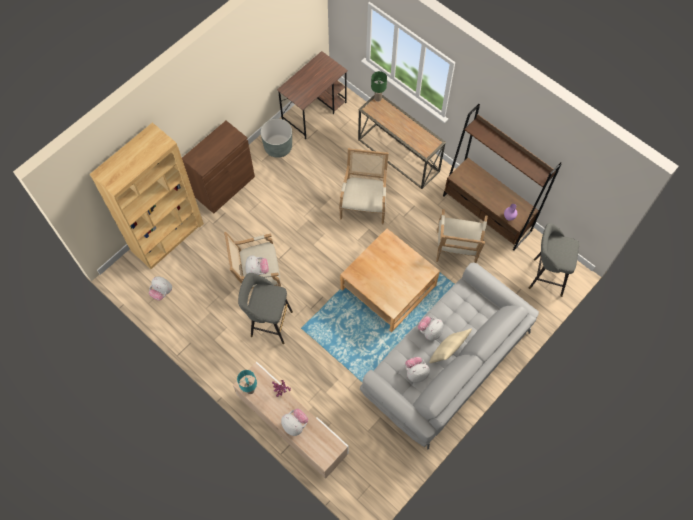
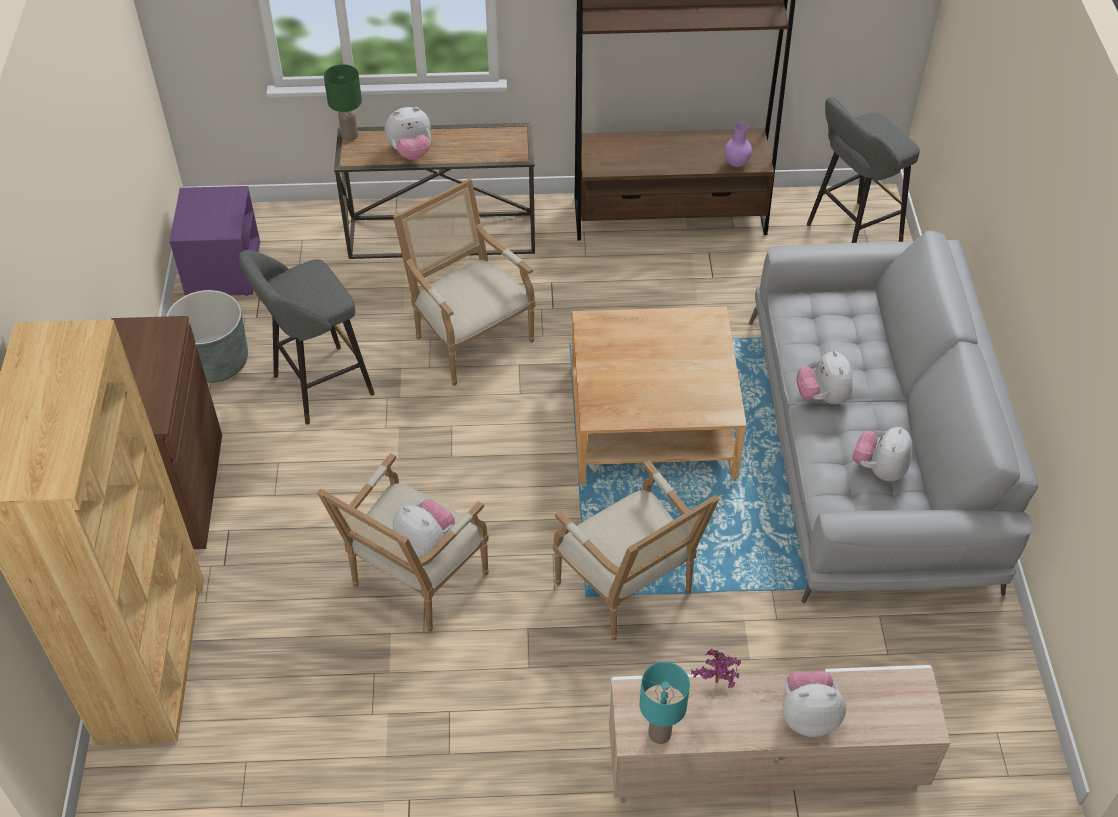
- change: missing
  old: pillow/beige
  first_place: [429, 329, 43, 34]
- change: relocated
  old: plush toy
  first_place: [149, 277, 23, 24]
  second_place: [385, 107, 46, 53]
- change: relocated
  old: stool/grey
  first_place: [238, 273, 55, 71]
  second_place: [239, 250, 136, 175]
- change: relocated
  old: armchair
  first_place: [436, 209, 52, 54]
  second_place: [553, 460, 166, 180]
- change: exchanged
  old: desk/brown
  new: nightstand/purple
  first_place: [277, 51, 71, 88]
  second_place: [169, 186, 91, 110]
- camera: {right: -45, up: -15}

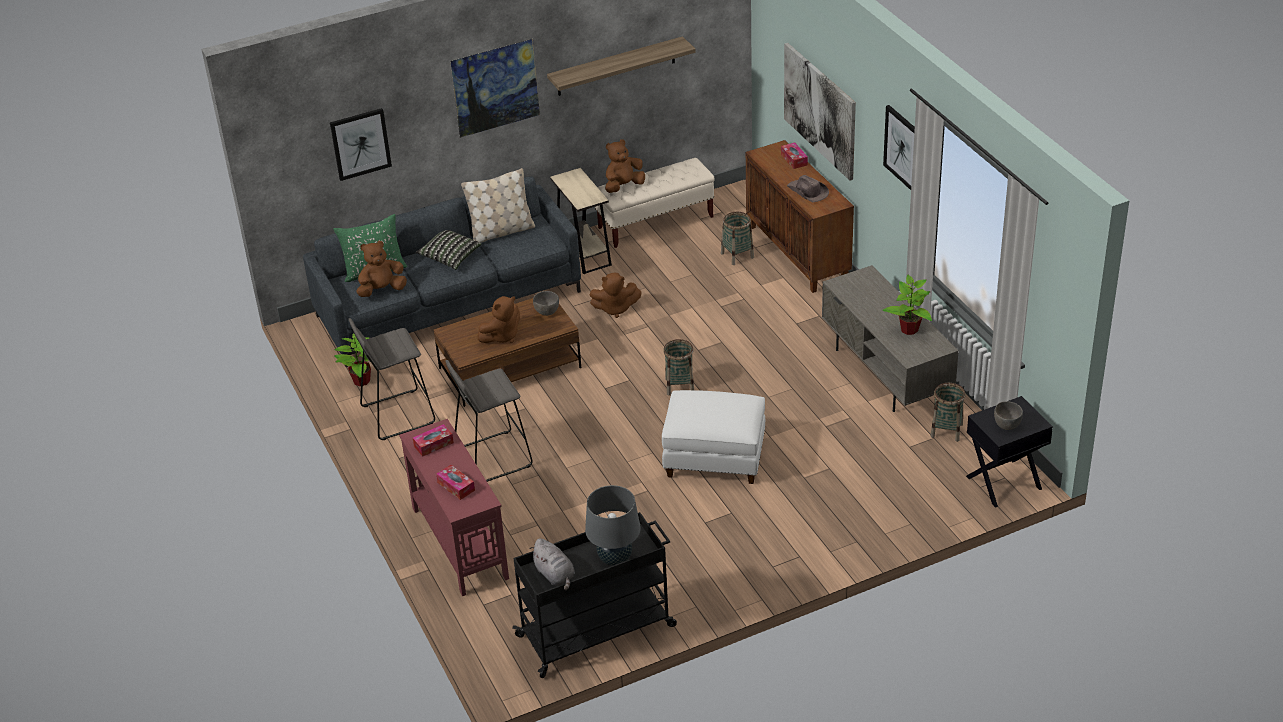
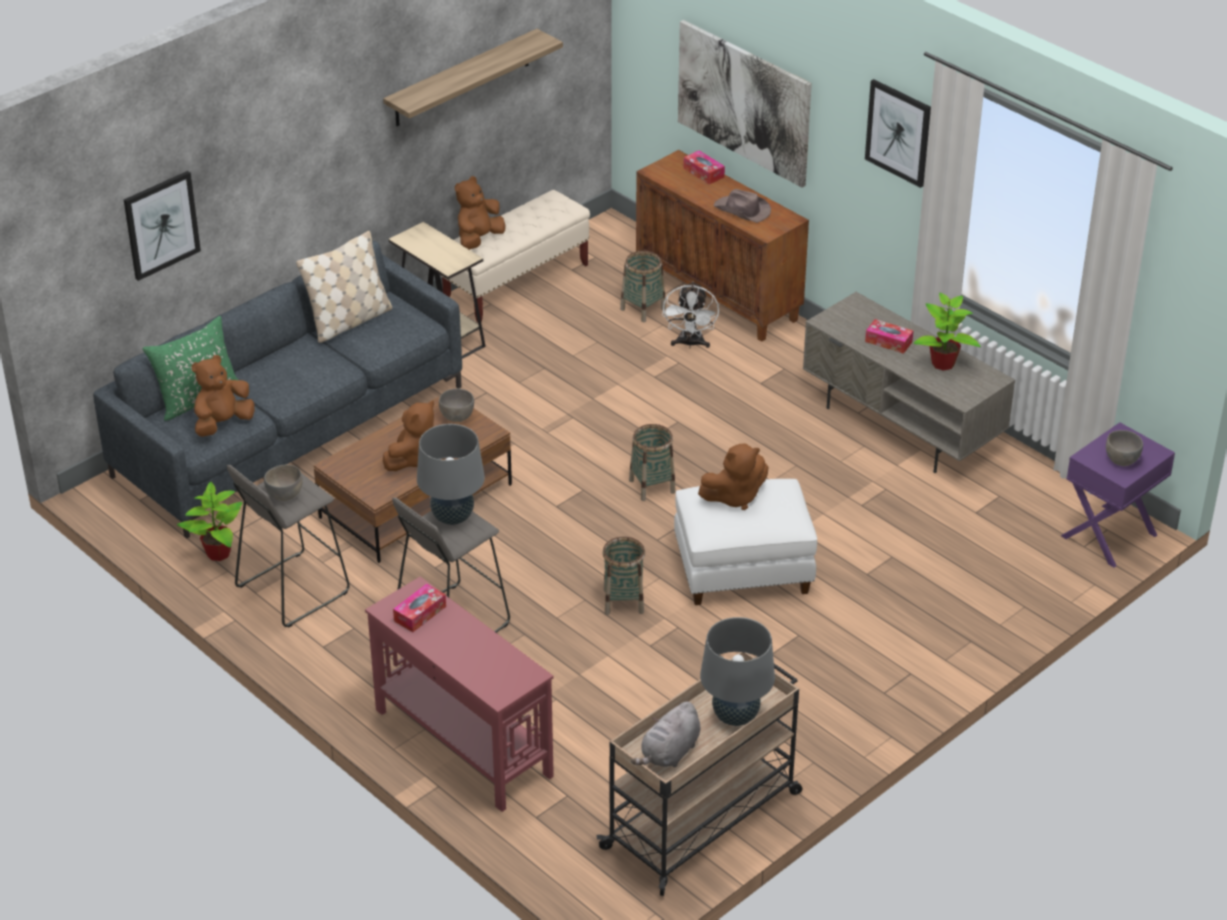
- change: missing
  old: pillow
  first_place: [416, 230, 65, 40]
- change: missing
  old: picture
  first_place: [450, 39, 90, 99]
- change: appeared
  new: bowl/grey
  second_place: [264, 465, 39, 36]
- change: appeared
  new: table lamp/grey
  second_place: [417, 424, 68, 101]
- change: appeared
  new: fan/white
  second_place: [662, 281, 57, 67]
- change: relocated
  old: tissue box
  first_place: [436, 465, 39, 35]
  second_place: [865, 319, 48, 35]
- change: relocated
  old: plush toy/brown
  first_place: [590, 273, 52, 45]
  second_place: [698, 443, 71, 67]
- change: relocated
  old: basket
  first_place: [930, 383, 35, 59]
  second_place: [602, 536, 43, 79]
- change: colour
  old: cart/black
  new: cart/beige
  first_place: [512, 512, 165, 166]
  second_place: [597, 652, 205, 244]
- change: colour
  old: nightstand/black
  new: nightstand/purple
  first_place: [966, 396, 87, 112]
  second_place: [1061, 422, 114, 146]
- change: spun
  old: plush toy/grey
  first_place: [530, 538, 45, 52]
  second_place: [631, 702, 69, 65]
  degrees: 90
- camera: {right: -20, up: 0}

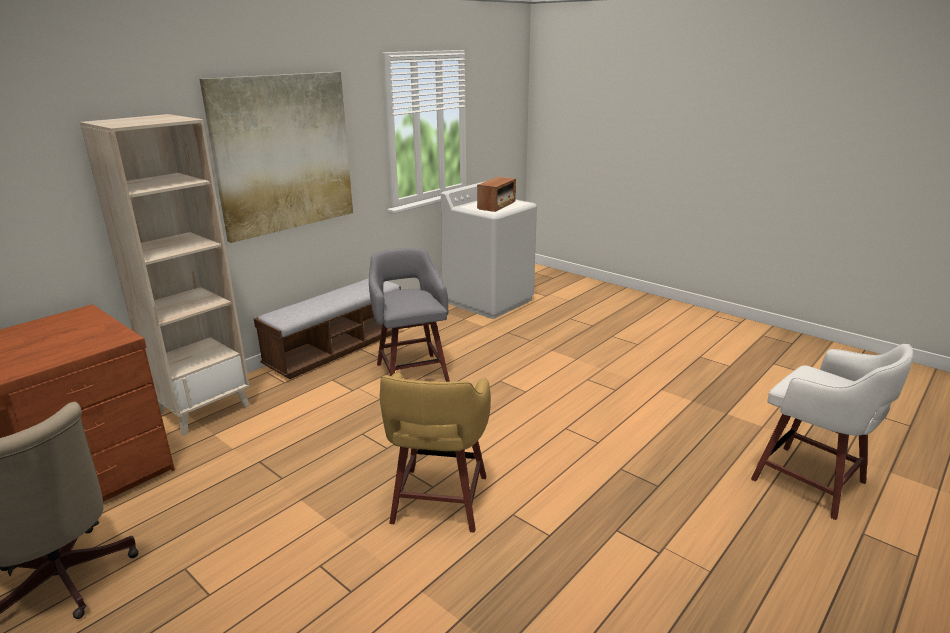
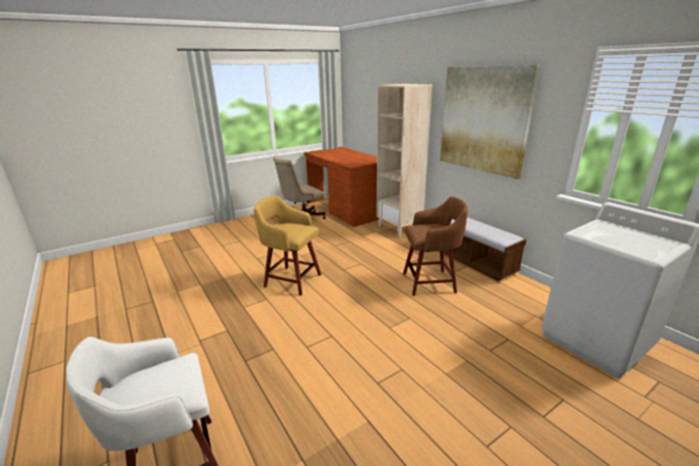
- change: missing
  old: radio
  first_place: [477, 177, 39, 35]
- change: colour
  old: stool/grey
  new: stool/brown
  first_place: [369, 248, 81, 134]
  second_place: [403, 197, 65, 99]
- camera: {right: 105, up: 0}

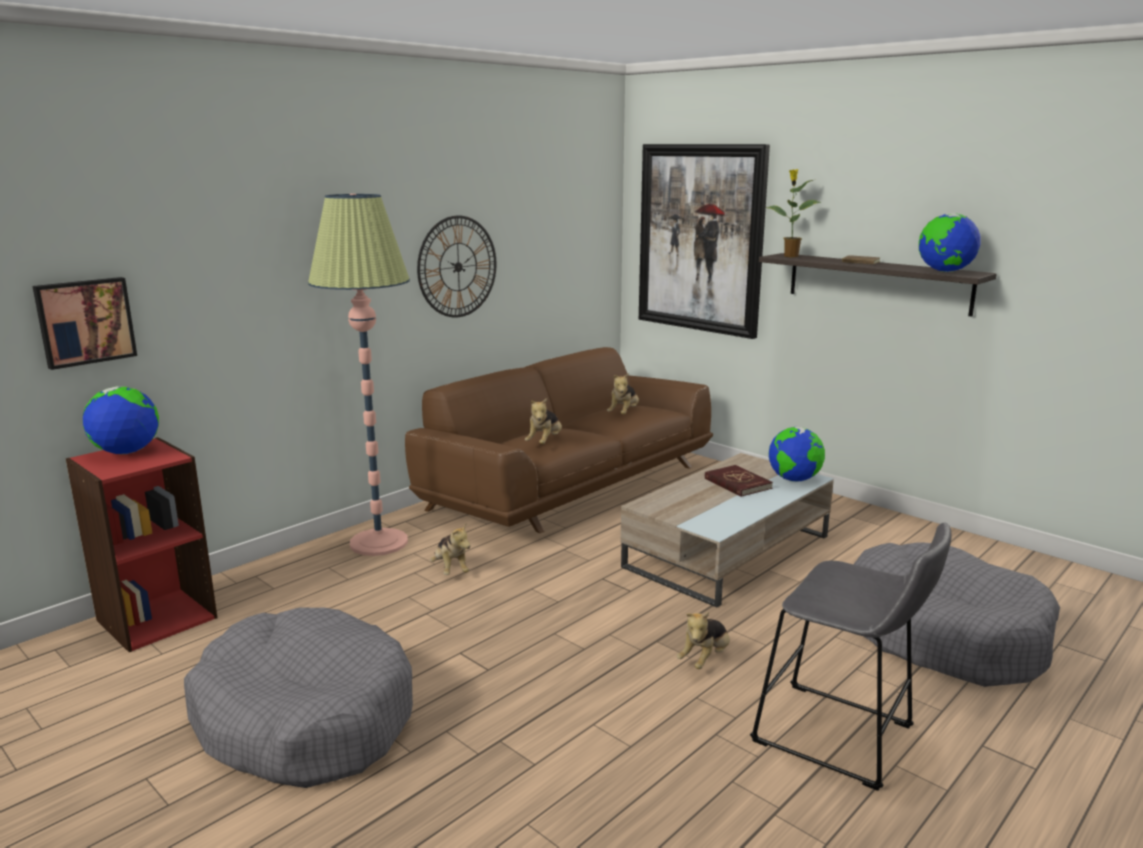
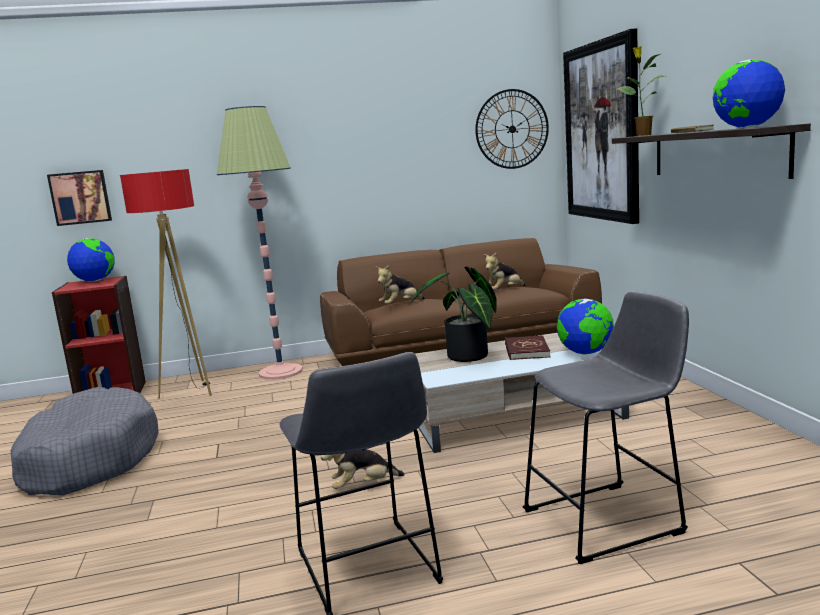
- change: missing
  old: plush toy
  first_place: [430, 523, 41, 52]
- change: appeared
  new: floor lamp
  second_place: [120, 169, 92, 229]
- change: appeared
  new: potted plant
  second_place: [411, 266, 86, 96]
- change: relocated
  old: wall clock
  first_place: [417, 216, 79, 101]
  second_place: [475, 89, 74, 80]
- change: exchanged
  old: dog bed/grey
  new: stool/grey
  first_place: [853, 542, 207, 145]
  second_place: [523, 291, 166, 273]
- camera: {right: 35, up: -5}

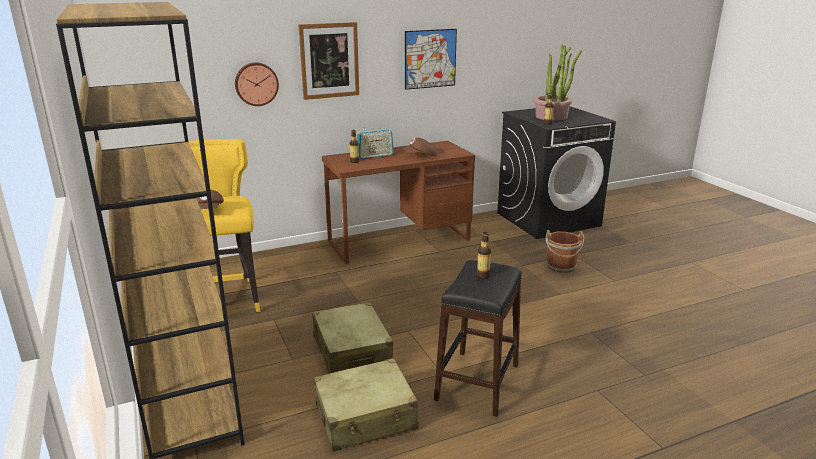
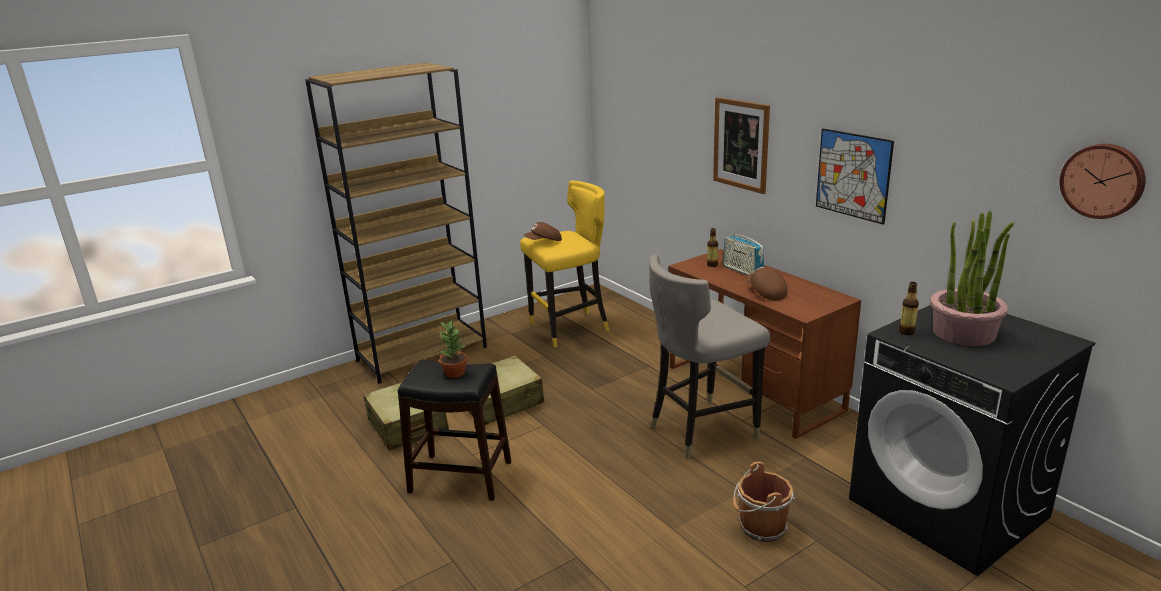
- change: appeared
  new: stool/grey
  second_place: [649, 255, 121, 204]
- change: relocated
  old: wall clock
  first_place: [235, 62, 44, 44]
  second_place: [1059, 144, 87, 75]
- change: exchanged
  old: bottle
  new: potted plant
  first_place: [477, 232, 14, 47]
  second_place: [439, 320, 28, 58]
- camera: {right: 80, up: 0}

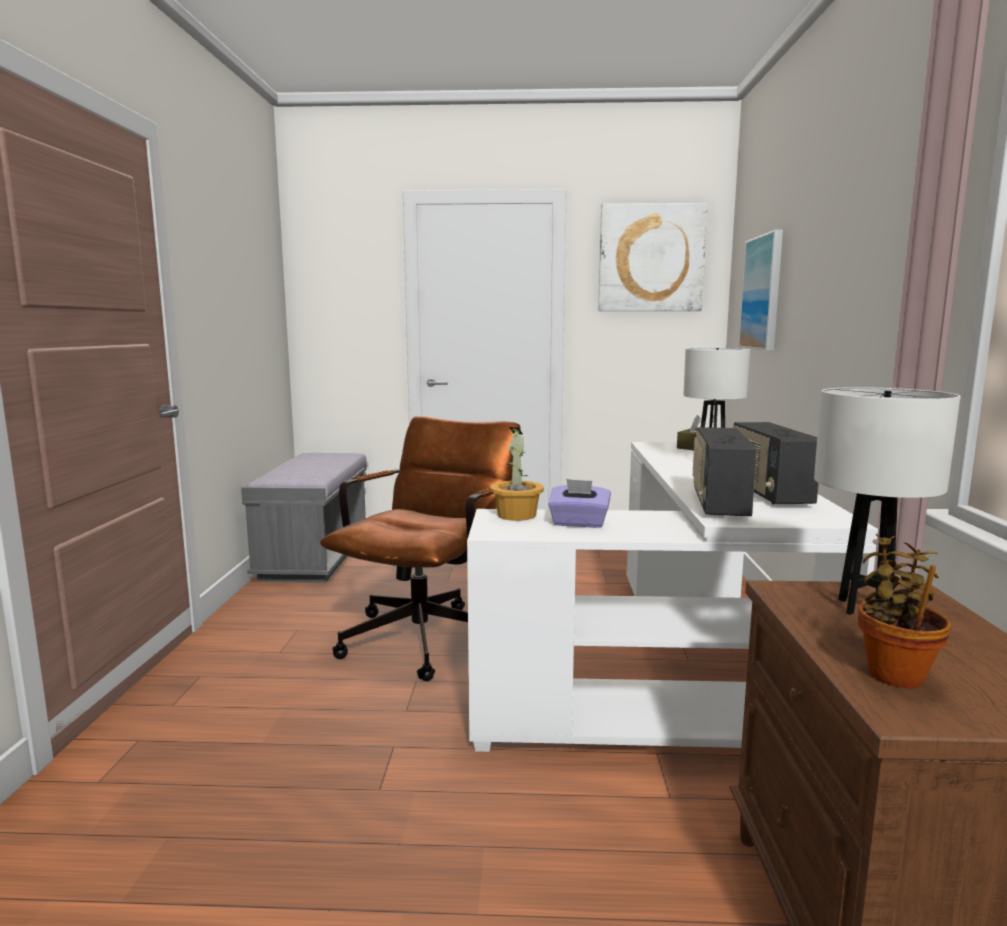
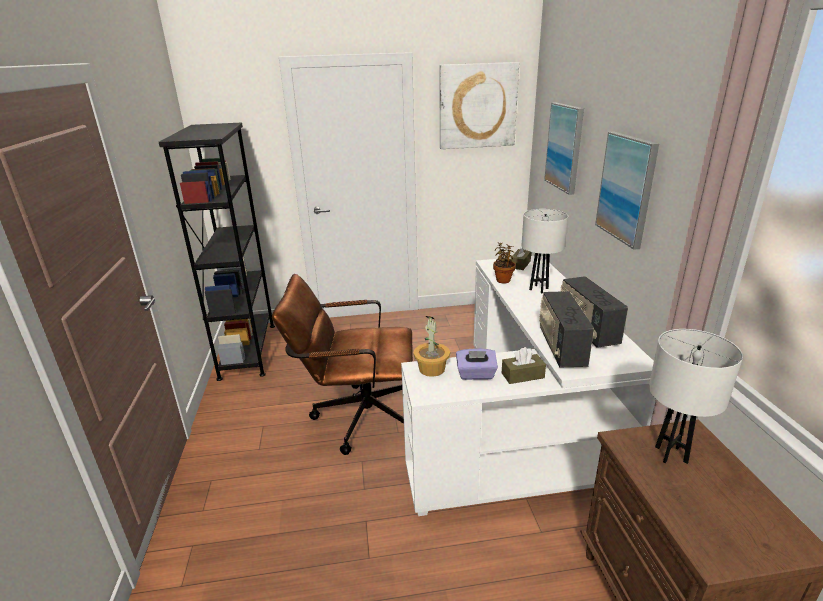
- change: appeared
  new: tissue box/brown
  second_place: [502, 347, 44, 37]
- change: appeared
  new: picture
  second_place: [595, 132, 64, 118]
- change: relocated
  old: potted plant
  first_place: [858, 534, 94, 154]
  second_place: [493, 243, 23, 40]
- change: exchanged
  old: bench/grey
  new: bookcase/black
  first_place: [241, 453, 125, 130]
  second_place: [159, 123, 116, 258]
- change: spun
  old: office chair/brown
  first_place: [320, 416, 201, 265]
  second_place: [272, 274, 141, 181]
  degrees: -105
- camera: {right: -10, up: 15}

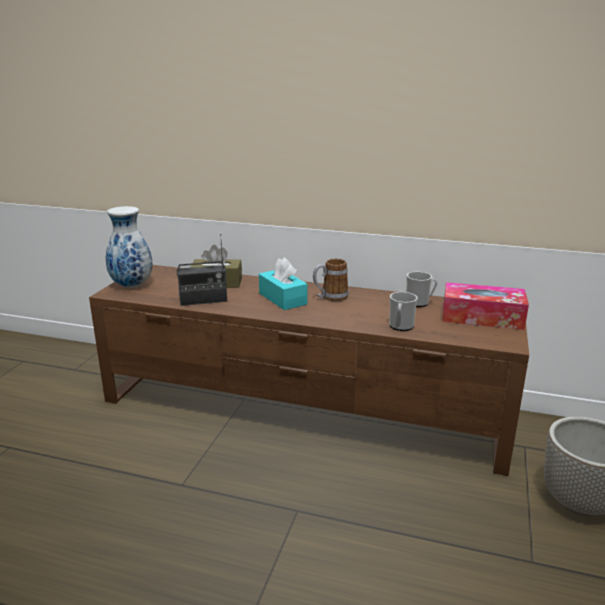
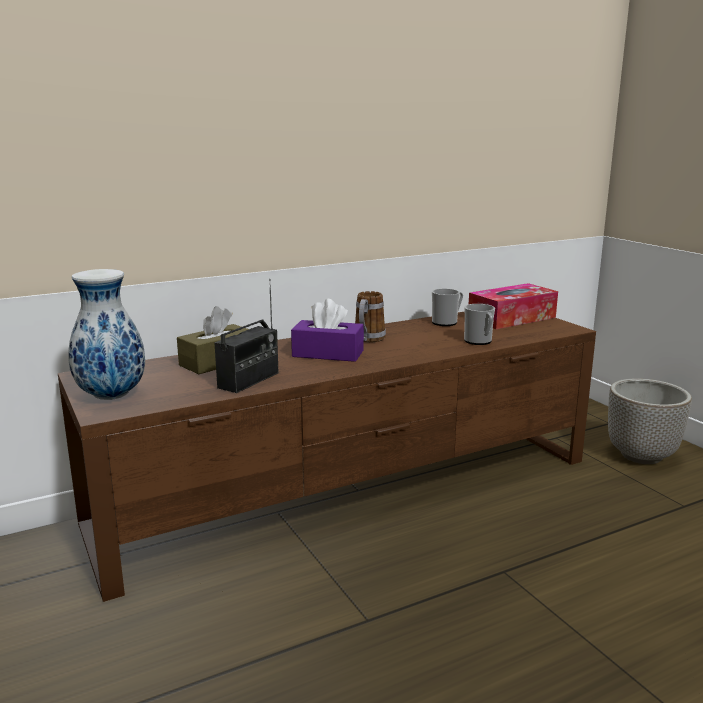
- change: colour
  old: tissue box/turquoise
  new: tissue box/purple
  first_place: [259, 257, 48, 53]
  second_place: [291, 299, 73, 63]
- camera: {right: -45, up: -5}

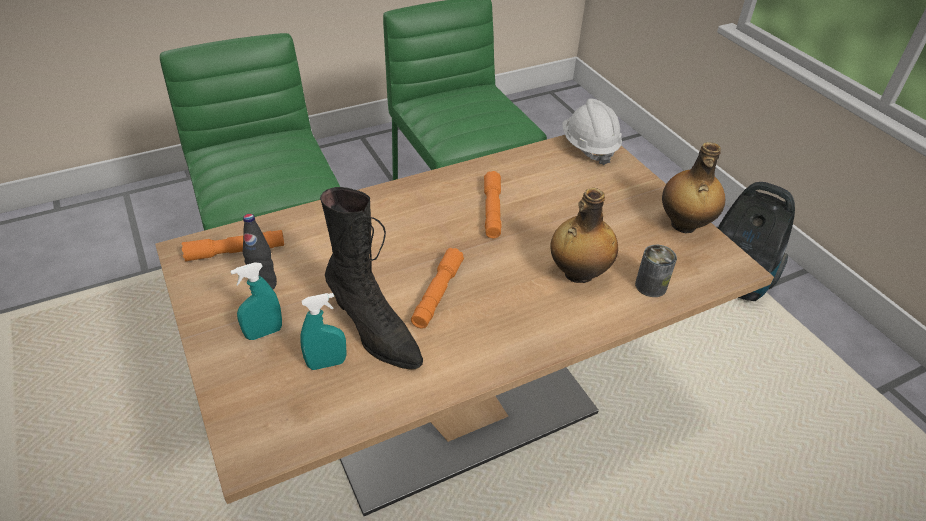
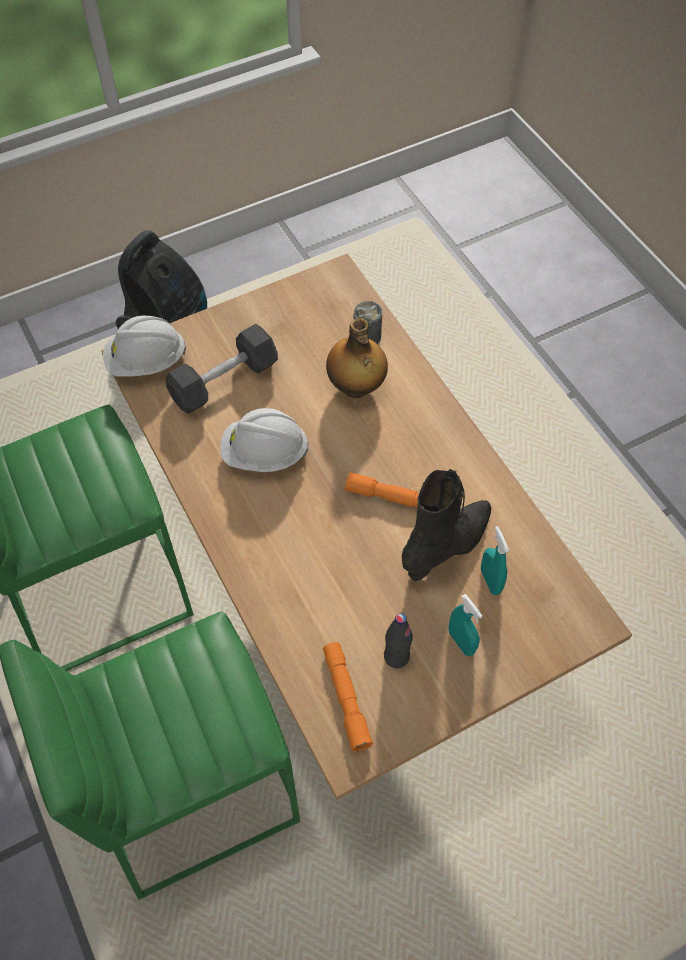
- change: missing
  old: bottle
  first_place: [662, 142, 63, 91]
- change: appeared
  new: dumbbell/grey
  second_place: [166, 324, 112, 90]
- change: exchanged
  old: flashlight/orange
  new: hard hat/white
  first_place: [484, 171, 17, 67]
  second_place: [220, 408, 89, 64]
- camera: {right: -90, up: 15}

